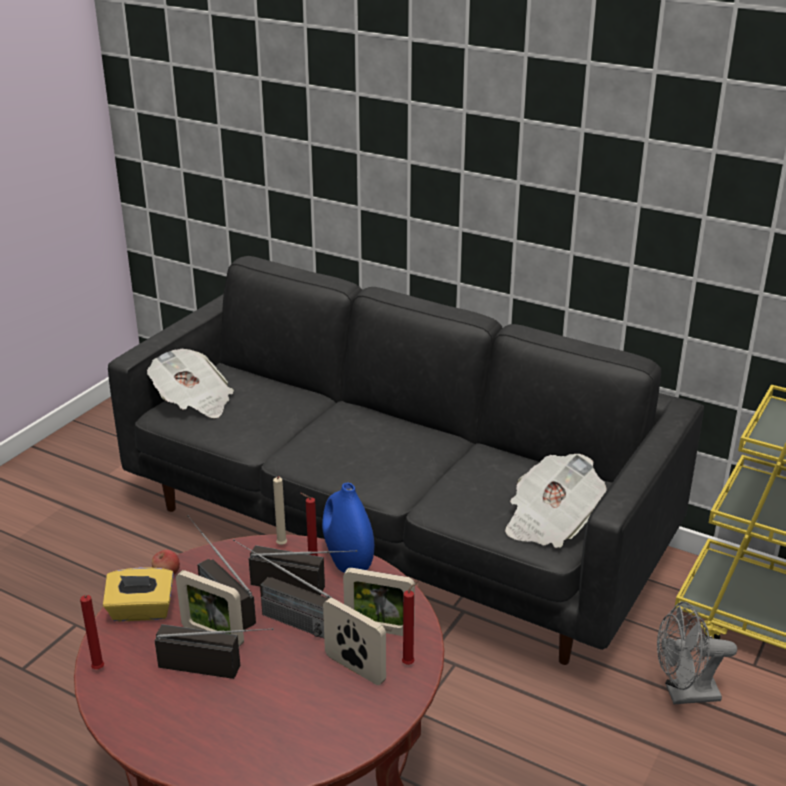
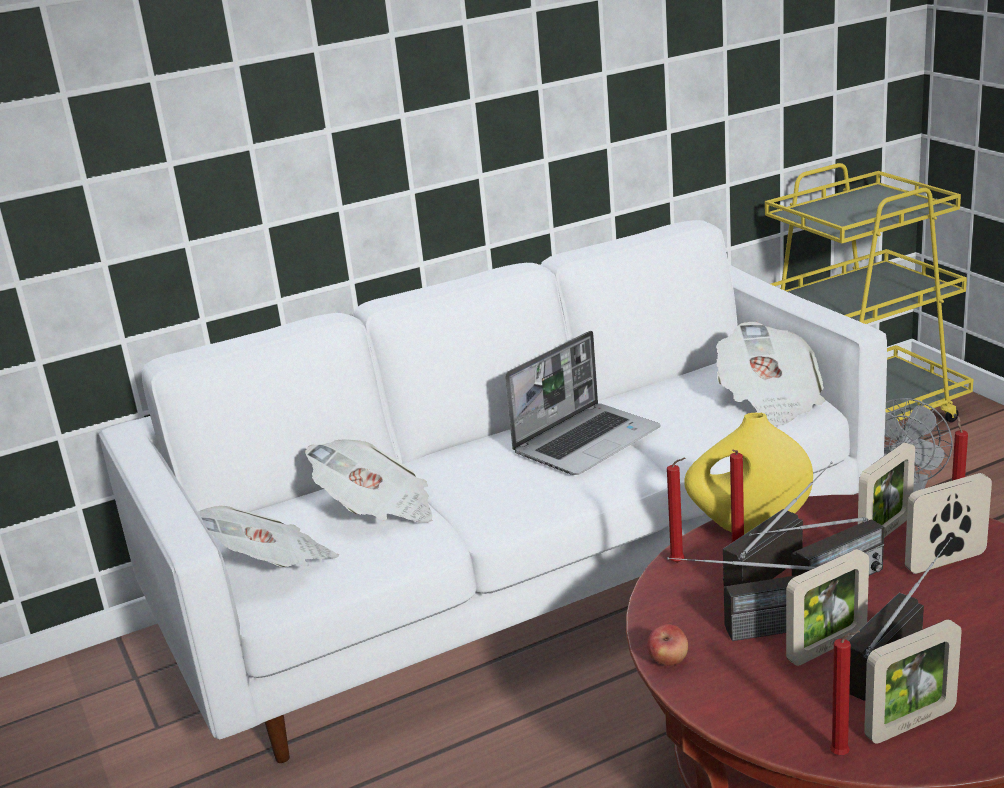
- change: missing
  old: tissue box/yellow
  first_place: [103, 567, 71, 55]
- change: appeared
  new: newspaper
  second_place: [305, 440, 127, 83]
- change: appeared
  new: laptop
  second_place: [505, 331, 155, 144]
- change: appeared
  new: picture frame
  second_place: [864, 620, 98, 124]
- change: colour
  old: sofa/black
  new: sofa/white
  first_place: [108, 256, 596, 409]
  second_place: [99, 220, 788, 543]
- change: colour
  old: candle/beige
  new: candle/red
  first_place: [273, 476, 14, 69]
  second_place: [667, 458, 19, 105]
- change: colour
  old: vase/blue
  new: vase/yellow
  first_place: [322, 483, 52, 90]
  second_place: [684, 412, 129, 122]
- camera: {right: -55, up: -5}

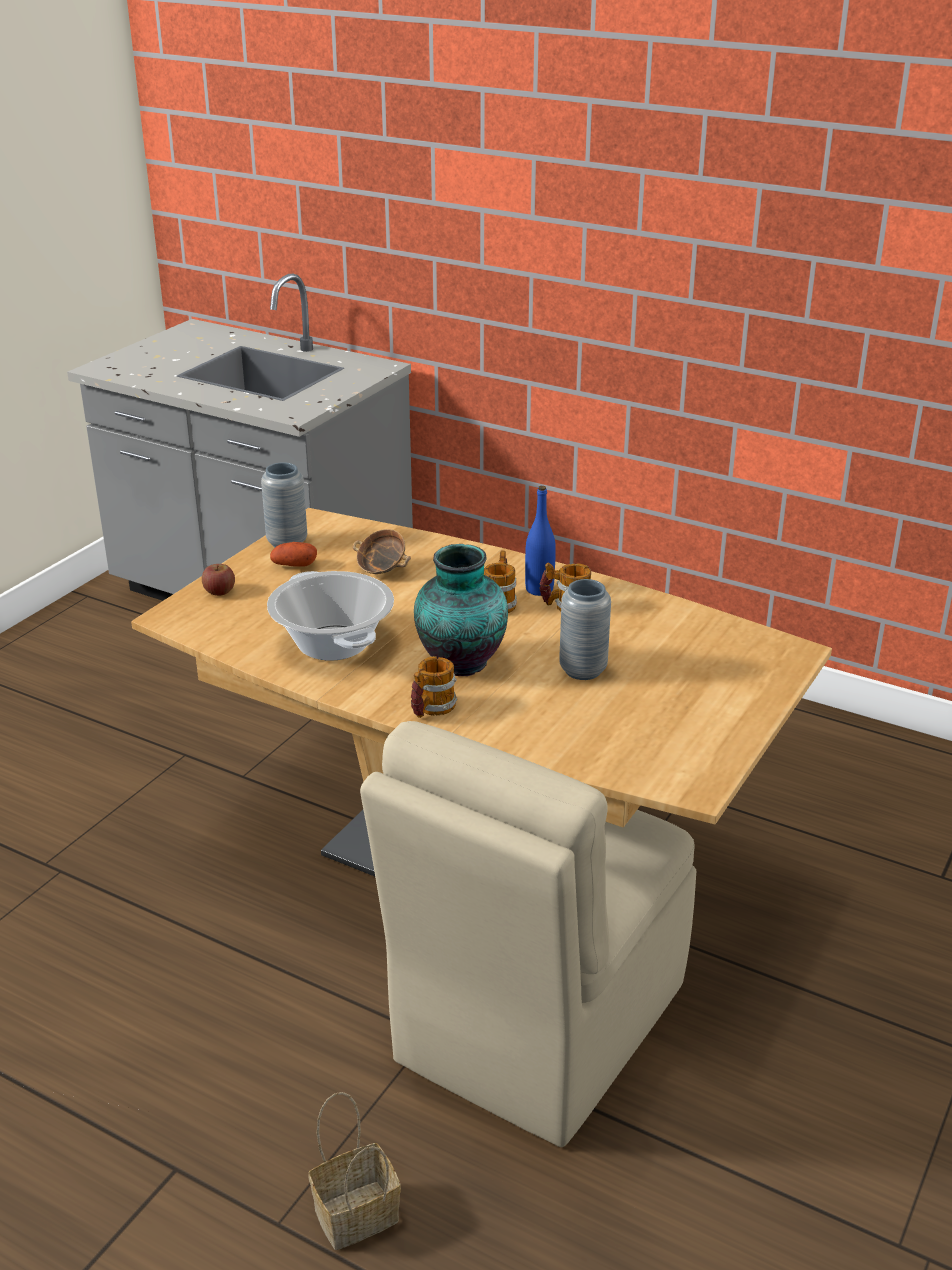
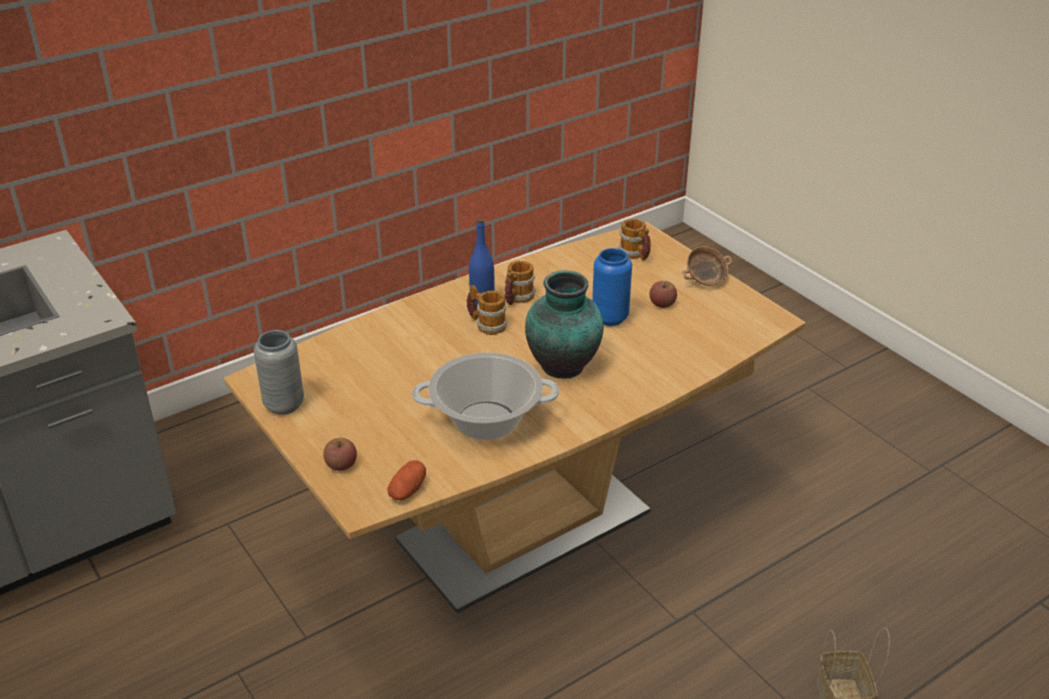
- change: missing
  old: chair/beige
  first_place: [360, 721, 336, 426]
- change: appeared
  new: apple
  second_place: [649, 281, 28, 27]
- change: relocated
  old: potato
  first_place: [270, 542, 47, 25]
  second_place: [387, 460, 39, 41]
- change: relocated
  old: bowl
  first_place: [353, 529, 58, 45]
  second_place: [682, 246, 50, 40]
- change: relocated
  old: mug
  first_place: [411, 656, 46, 62]
  second_place: [618, 219, 33, 41]
- change: colour
  old: vase/grey
  new: vase/blue
  first_place: [559, 579, 52, 101]
  second_place: [592, 248, 40, 78]
- camera: {right: -65, up: 5}

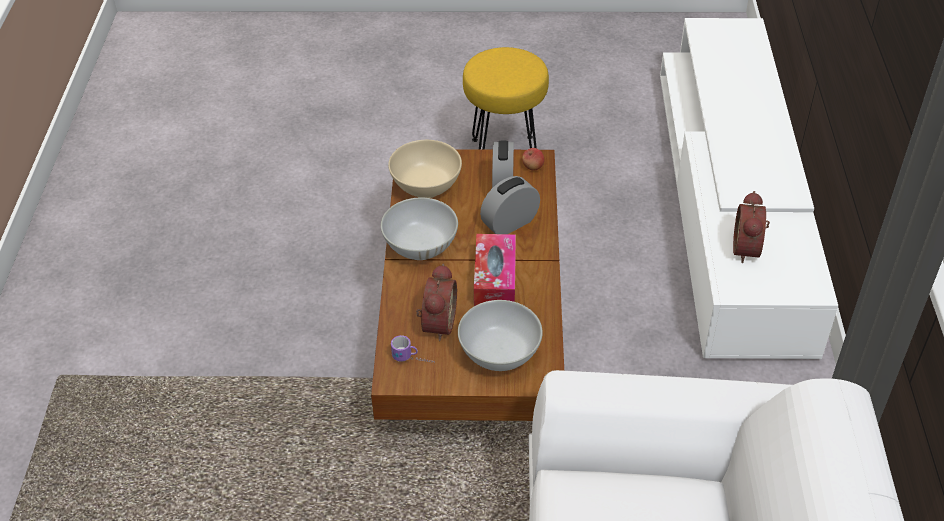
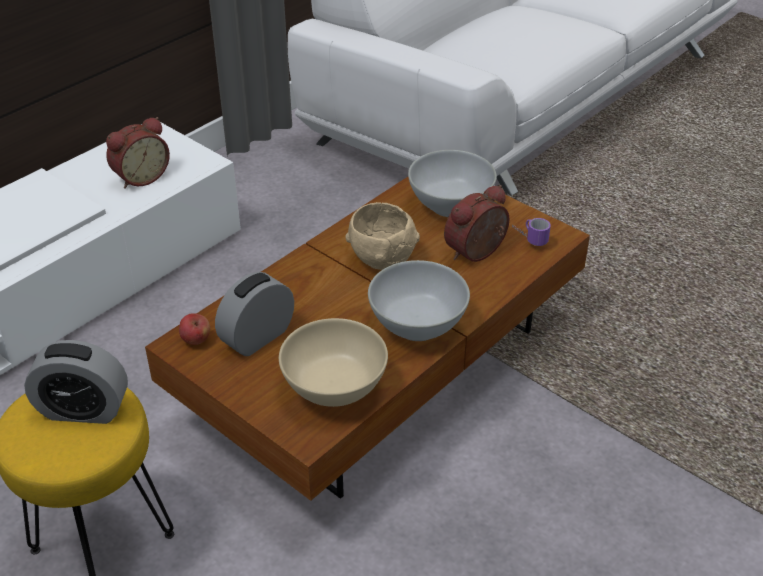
- change: relocated
  old: alarm clock
  first_place: [480, 176, 60, 58]
  second_place: [24, 340, 104, 84]
- change: exchanged
  old: tissue box
  new: bowl/beige
  first_place: [474, 234, 42, 72]
  second_place: [345, 202, 75, 68]
- camera: {right: -140, up: -5}

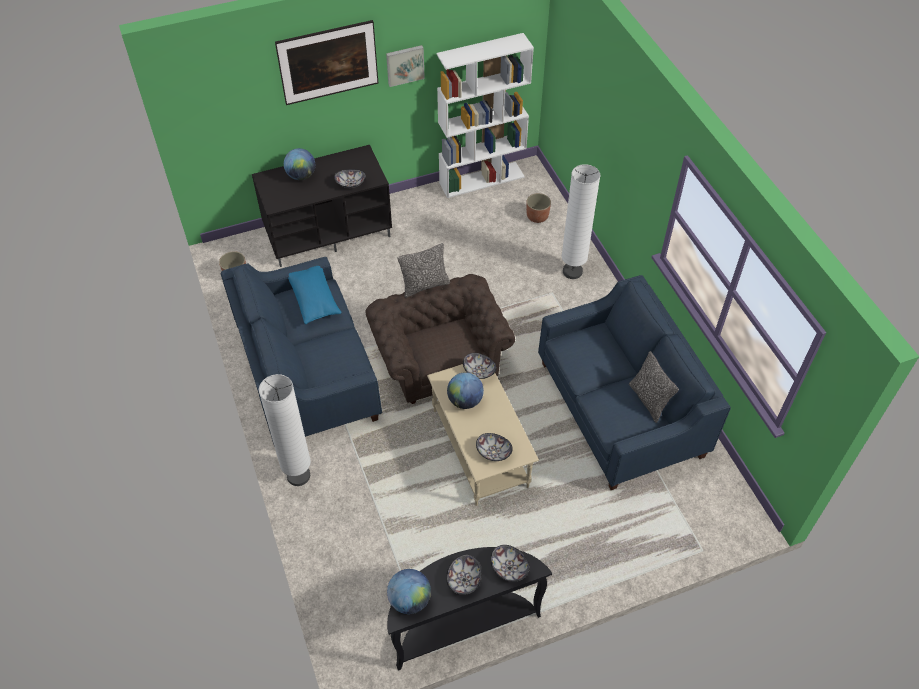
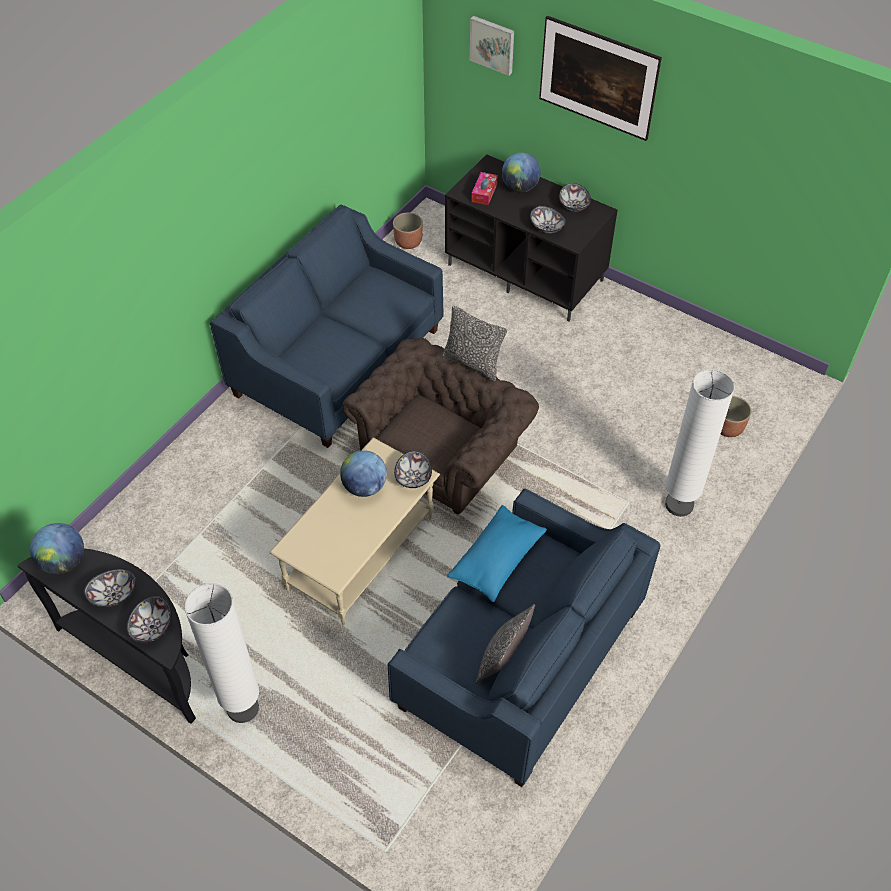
- change: missing
  old: bookcase/white
  first_place: [436, 33, 98, 165]
- change: appeared
  new: tissue box
  second_place: [471, 172, 27, 33]
- change: relocated
  old: floor lamp/white
  first_place: [259, 374, 52, 112]
  second_place: [184, 583, 75, 140]
- change: relocated
  old: pillow/blue
  first_place: [288, 266, 54, 58]
  second_place: [447, 505, 100, 97]
- change: relocated
  old: picture
  first_place: [386, 45, 39, 42]
  second_place: [470, 16, 44, 60]
- change: relocated
  old: bowl
  first_place: [476, 433, 37, 28]
  second_place: [559, 183, 32, 29]
- camera: {right: 55, up: 0}

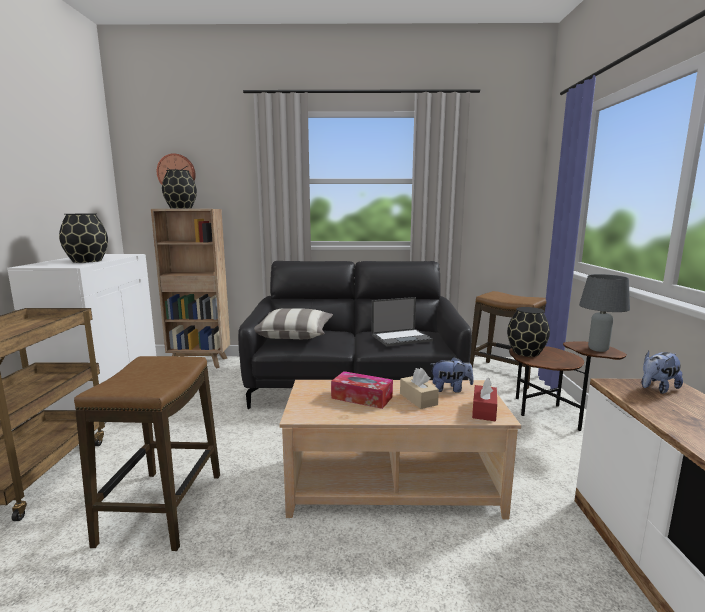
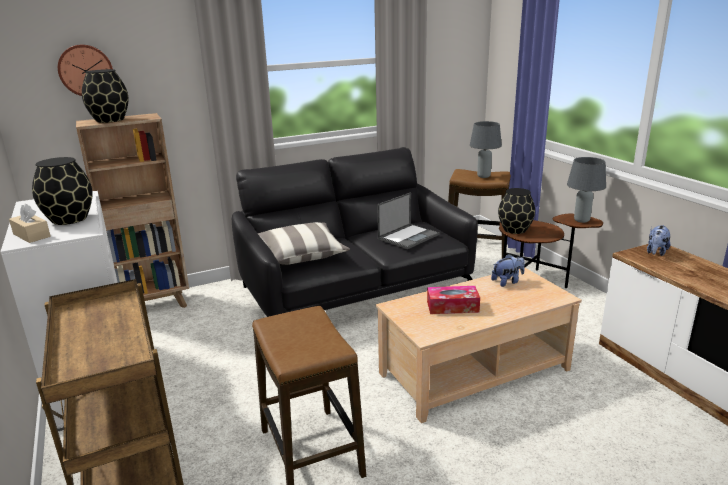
- change: missing
  old: tissue box/red
  first_place: [472, 378, 25, 43]
- change: appeared
  new: table lamp/grey
  second_place: [470, 121, 32, 57]
- change: relocated
  old: tissue box/beige
  first_place: [400, 368, 39, 41]
  second_place: [9, 204, 42, 39]
- camera: {right: -25, up: 10}

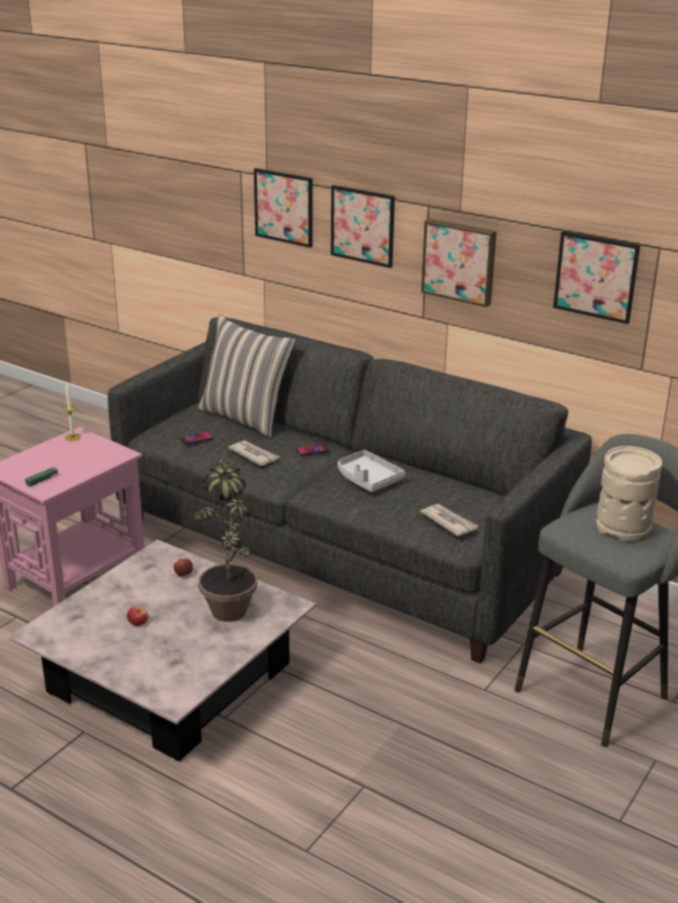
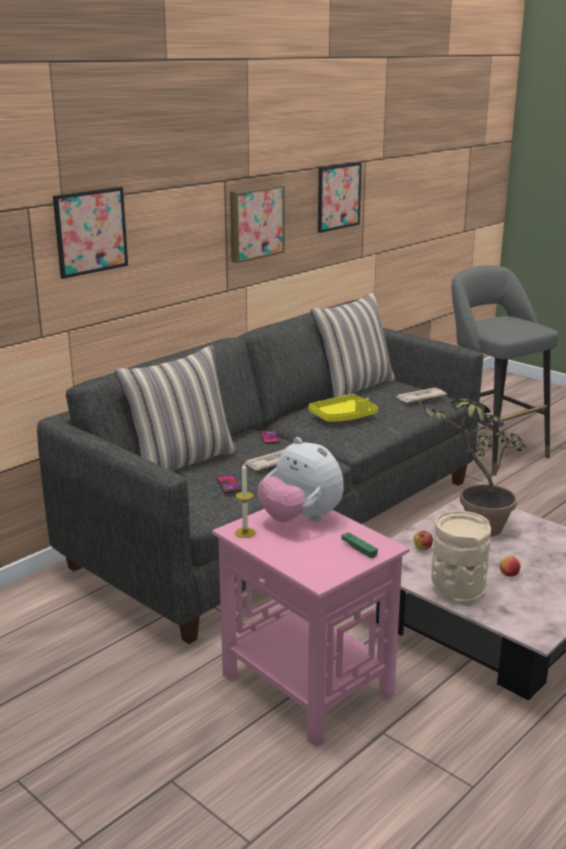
- change: missing
  old: picture
  first_place: [331, 185, 64, 83]
- change: appeared
  new: plush toy
  second_place: [258, 437, 86, 85]
- change: appeared
  new: pillow
  second_place: [311, 291, 85, 107]
- change: relocated
  old: vase/beige
  first_place: [596, 446, 66, 95]
  second_place: [431, 511, 60, 95]
- change: colour
  old: tray/grey
  new: tray/yellow
  first_place: [338, 450, 67, 42]
  second_place: [308, 394, 70, 28]
- camera: {right: -80, up: -5}

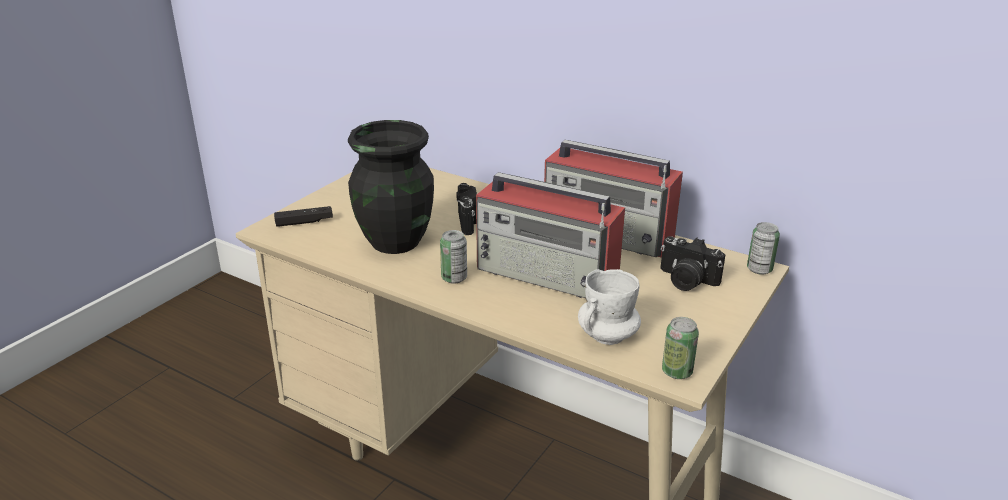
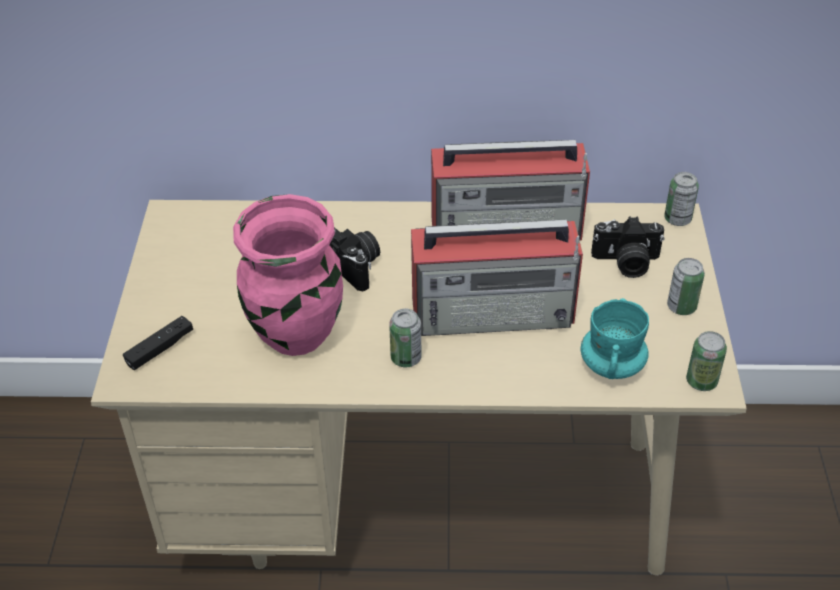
- change: appeared
  new: can
  second_place: [667, 258, 38, 57]
- change: colour
  old: vase/black
  new: vase/pink
  first_place: [348, 120, 86, 134]
  second_place: [233, 194, 110, 162]
- change: colour
  old: mug/white
  new: mug/turquoise
  first_place: [578, 269, 63, 76]
  second_place: [581, 298, 68, 81]
- camera: {right: -30, up: 15}

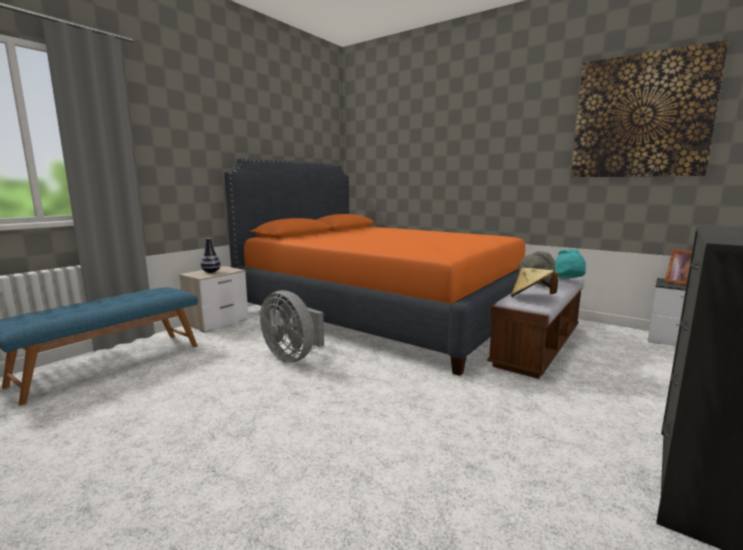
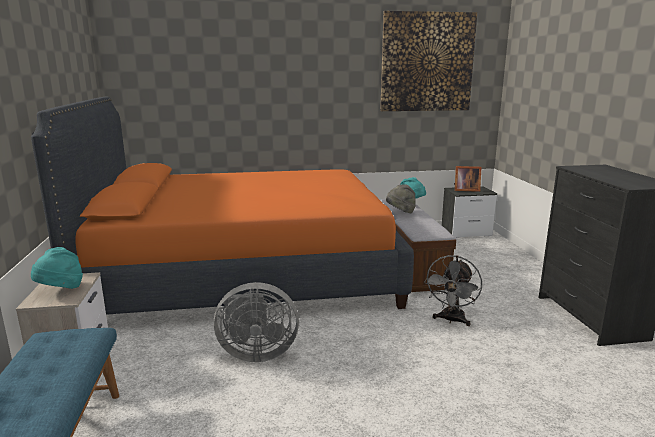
- change: missing
  old: hat/beige
  first_place: [511, 268, 48, 29]
- change: appeared
  new: fan/grey
  second_place: [424, 255, 58, 71]
- change: exchanged
  old: vase
  new: hat/turquoise
  first_place: [201, 238, 20, 35]
  second_place: [31, 247, 52, 42]
- camera: {right: -45, up: 5}

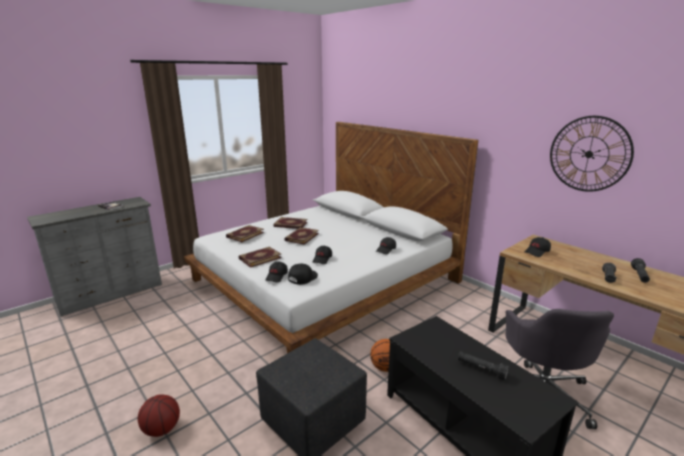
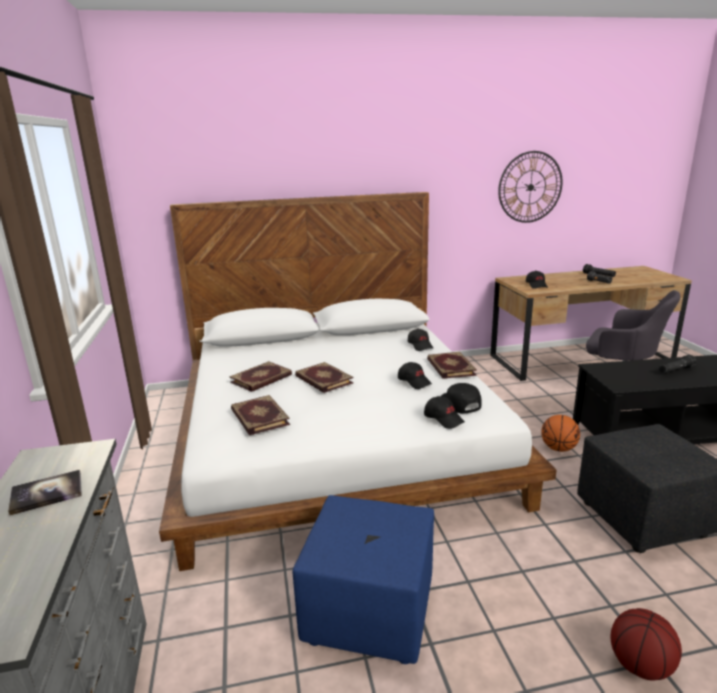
- change: appeared
  new: ottoman/blue
  second_place: [293, 495, 141, 169]
- change: relocated
  old: book
  first_place: [239, 247, 43, 21]
  second_place: [427, 352, 50, 27]
- camera: {right: -60, up: 0}

